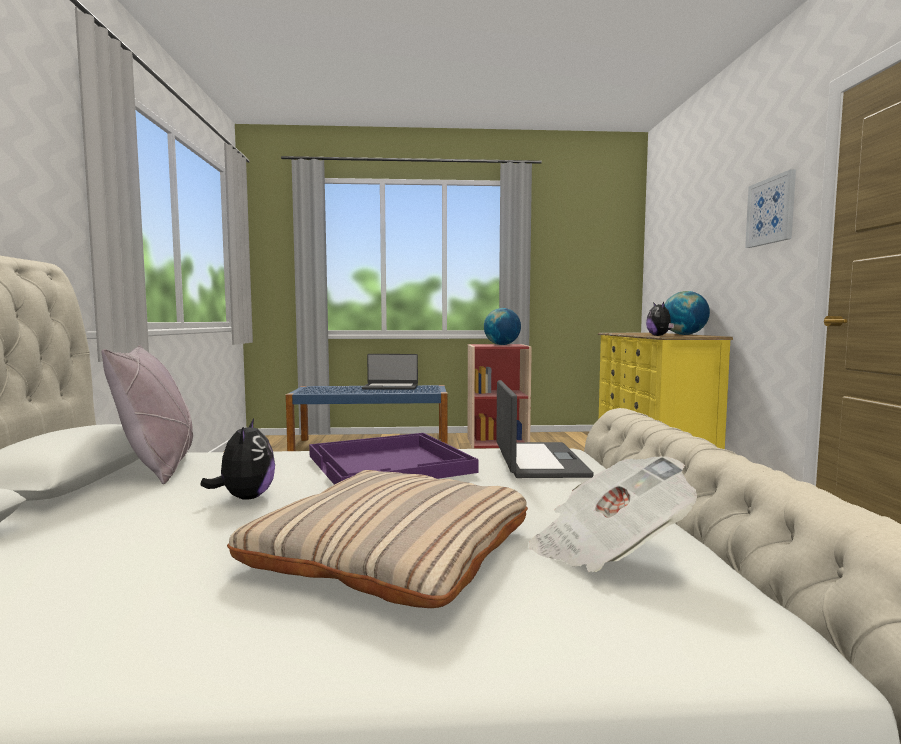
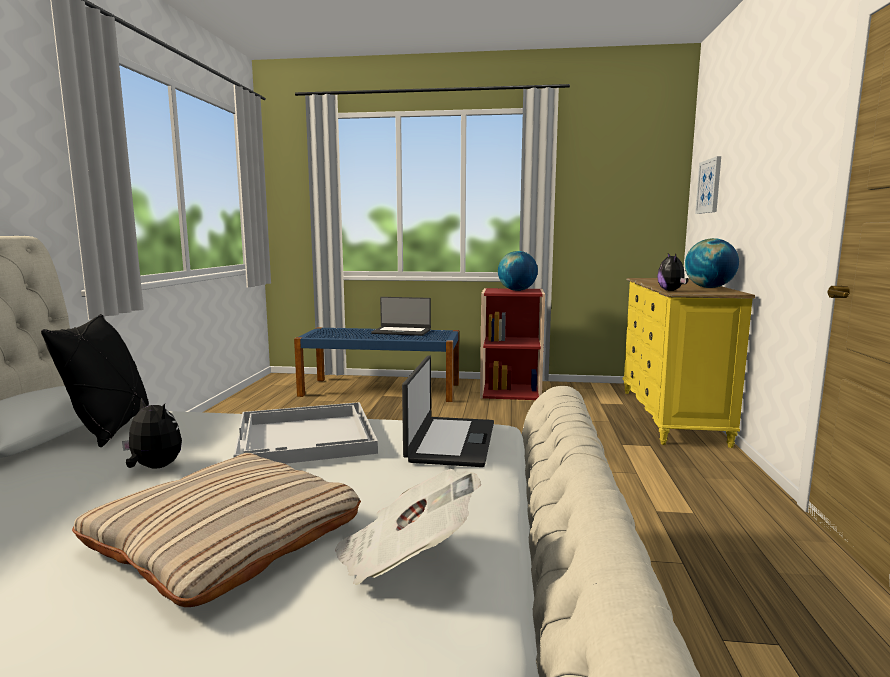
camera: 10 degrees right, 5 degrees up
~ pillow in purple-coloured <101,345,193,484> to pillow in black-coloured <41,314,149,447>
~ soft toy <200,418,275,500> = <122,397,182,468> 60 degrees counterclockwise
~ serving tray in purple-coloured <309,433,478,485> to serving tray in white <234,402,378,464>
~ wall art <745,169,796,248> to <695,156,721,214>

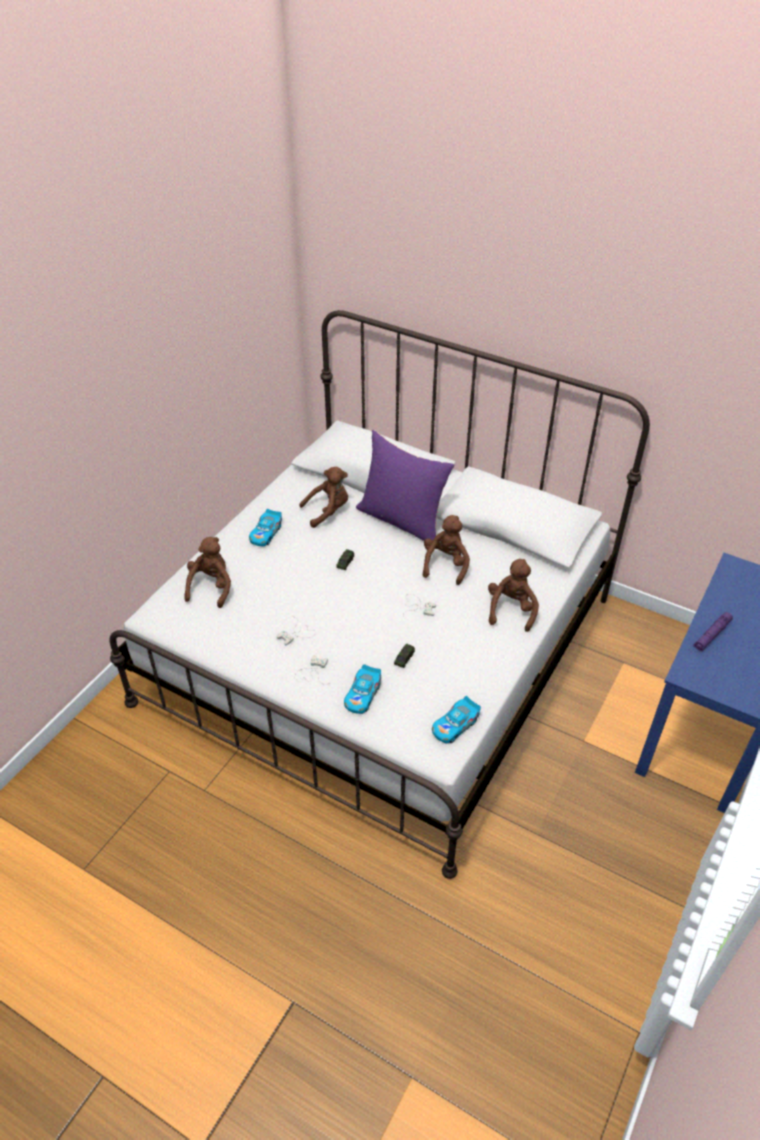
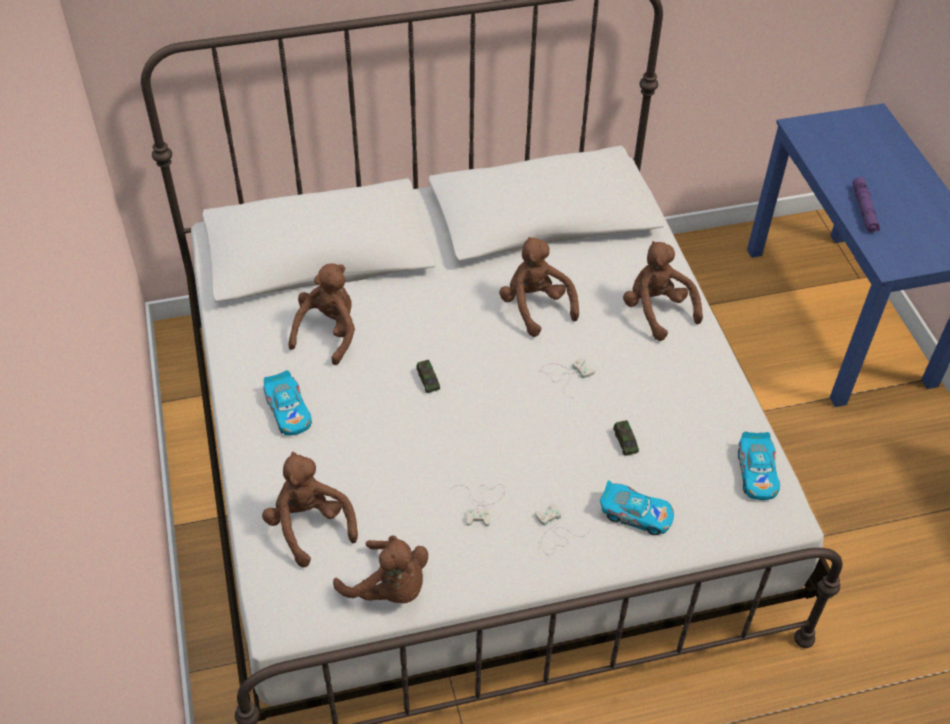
camera: 45 degrees left, 5 degrees up
~ toy car <344,664,381,714> = <600,480,674,535> 45 degrees counterclockwise
- pillow in purple-coloured <356,430,455,541>
+ soft toy in brownish <333,535,428,603>

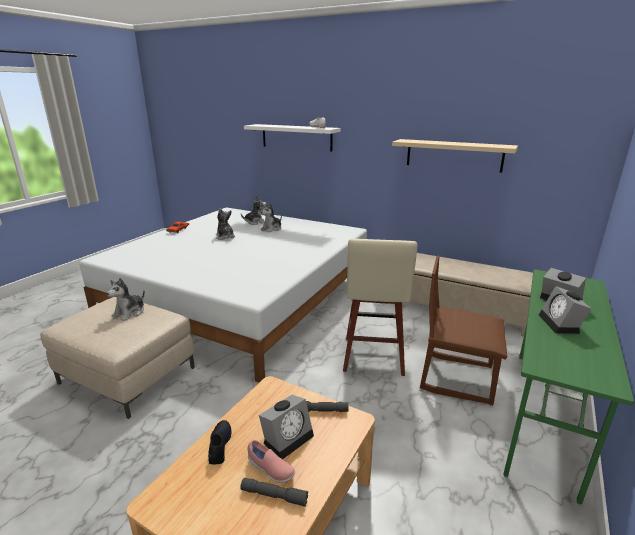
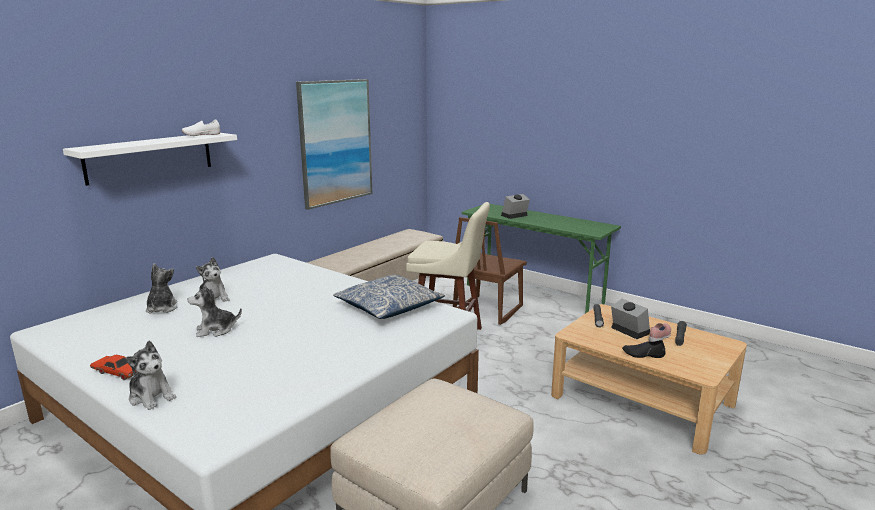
camera: 80 degrees left, 5 degrees down
~ soft toy <107,278,145,321> to <126,341,176,410>
~ bracket shelf in beige-coloured <392,139,518,173> to wall art <296,79,372,210>
- bedside clock <539,286,592,334>
+ pillow <333,275,445,319>

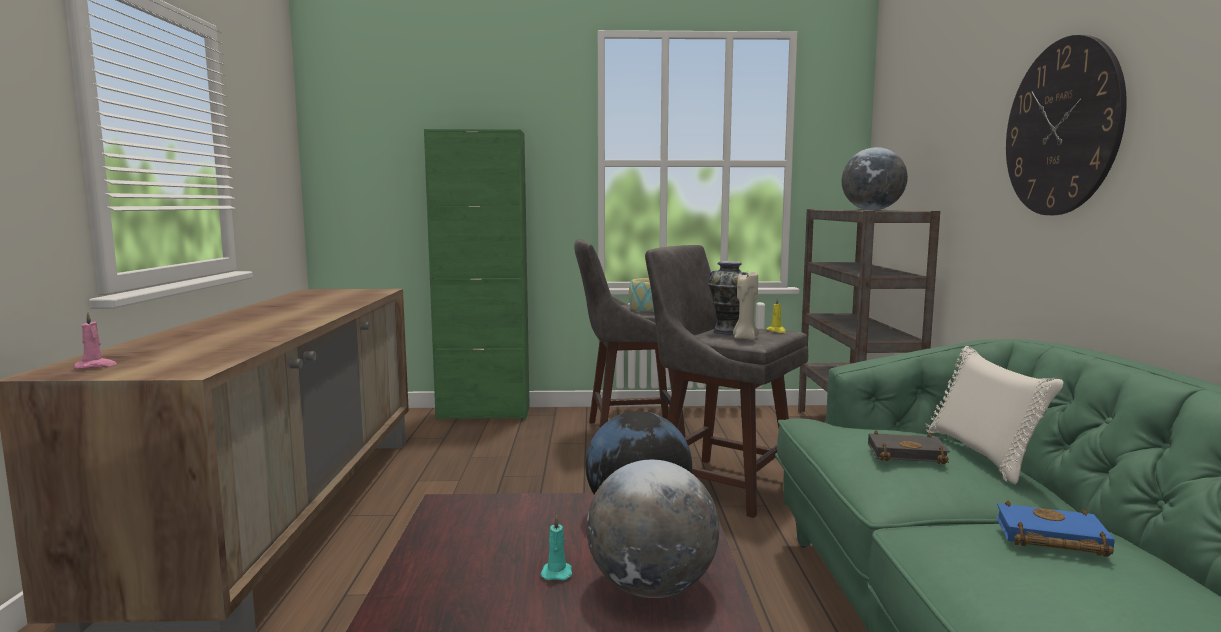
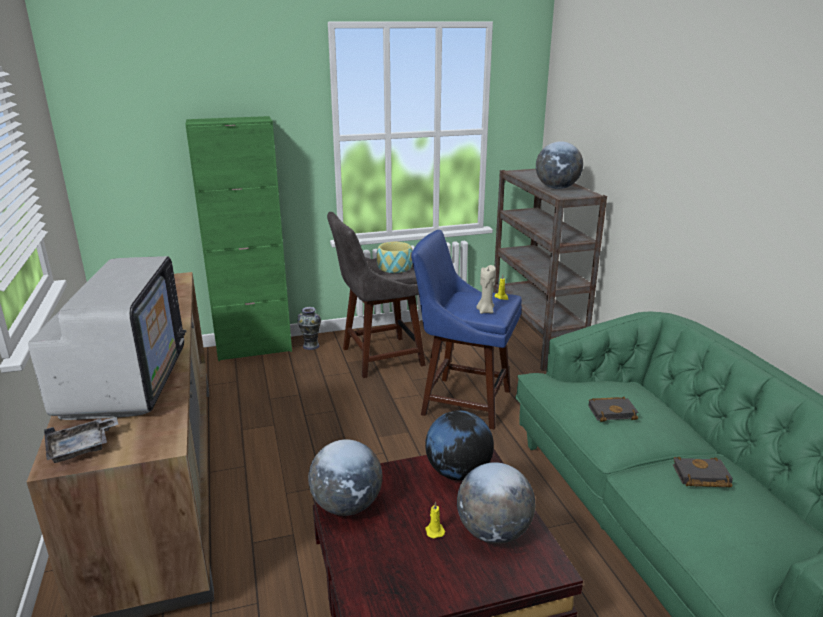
camera: 15 degrees left, 15 degrees up
~ wax light in pink <74,312,117,369> to serving tray in greyish <44,417,119,463>
~ wax light in turquoise-coloured <541,515,572,580> to wax light in yellowish <425,502,445,538>
~ sitting stool in greyish <645,245,808,518> to sitting stool in blue-coloured <411,230,522,429>
~ vase <708,261,747,334> to <297,307,321,350>
- pillow in white <925,346,1064,484>
~ book in blue-coloured <996,500,1115,557> to book in black-coloured <672,456,733,487>
- clock on the wall <1006,35,1127,215>
+ TV set <28,256,186,420>
+ globe <308,439,382,516>

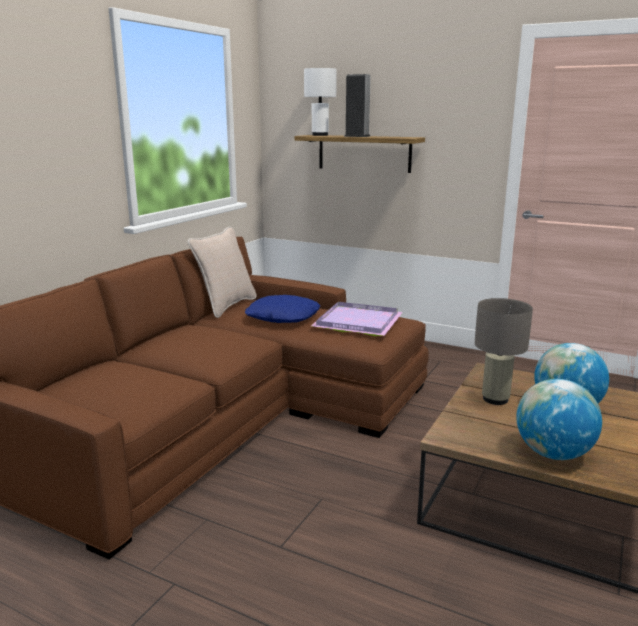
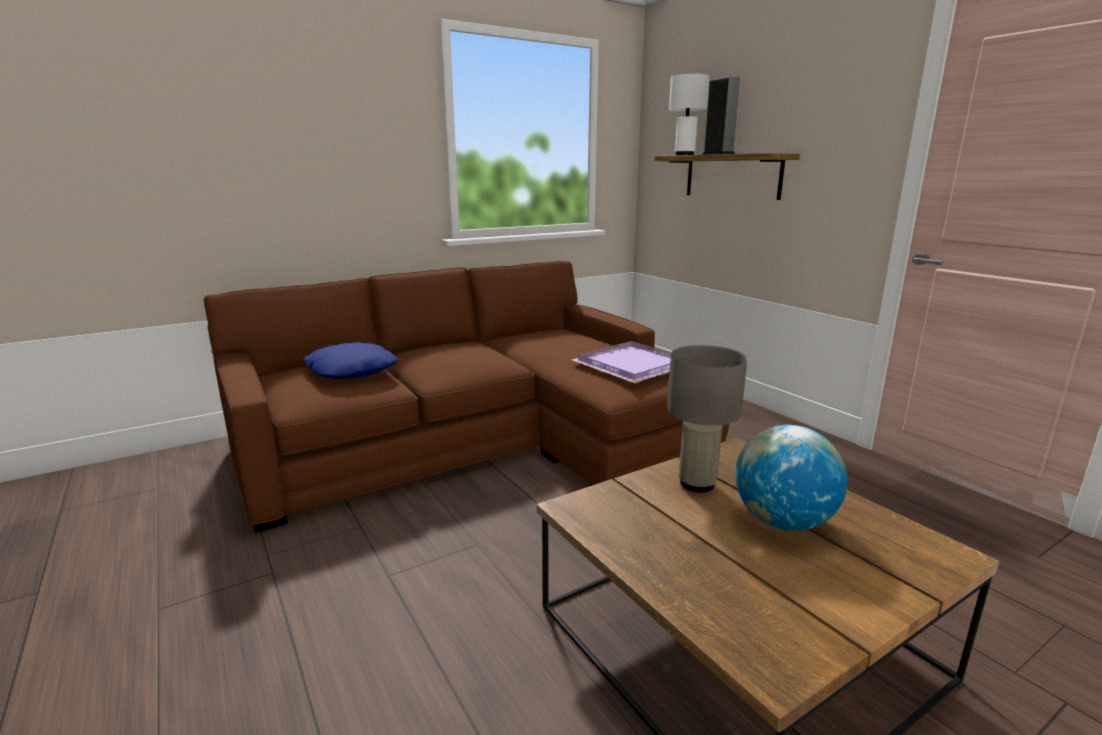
camera: 30 degrees right, 0 degrees up
- pillow in beige-coloured <188,226,257,318>
~ pillow in blue-coloured <245,295,320,323> to <303,342,398,379>
- globe <516,379,602,460>

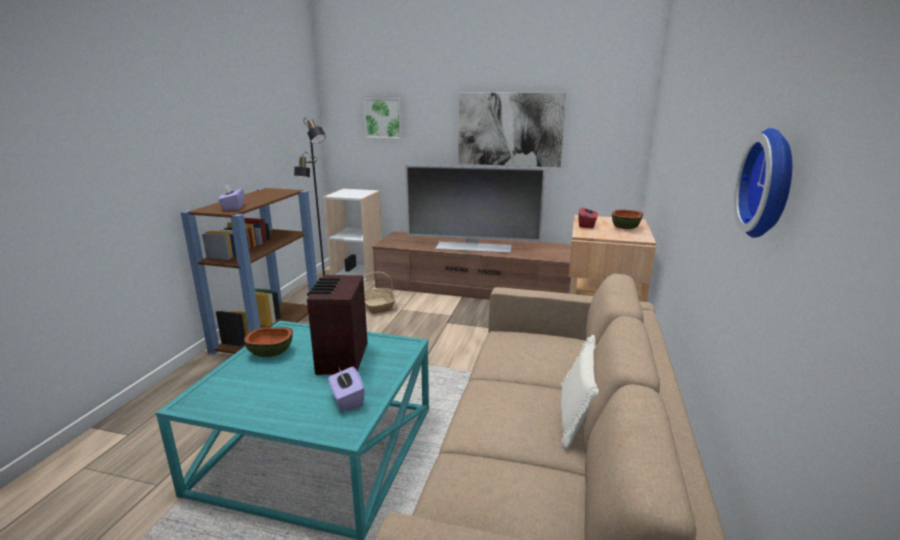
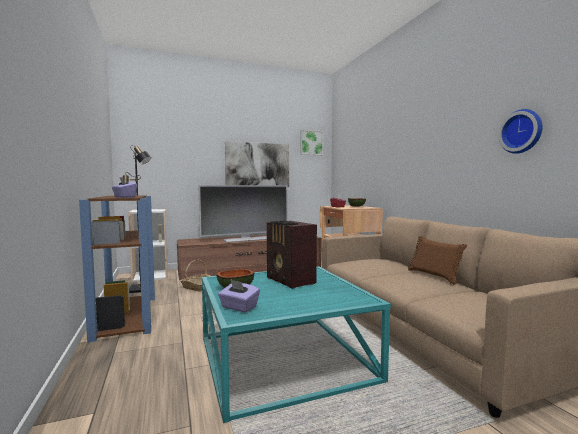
camera: 35 degrees left, 15 degrees down
~ tissue holder in purple-coloured <328,367,365,411> to <218,279,260,313>
~ wall art <364,98,402,139> to <300,130,323,155>
~ pillow in white <561,335,599,449> to pillow in brownish <408,236,467,285>

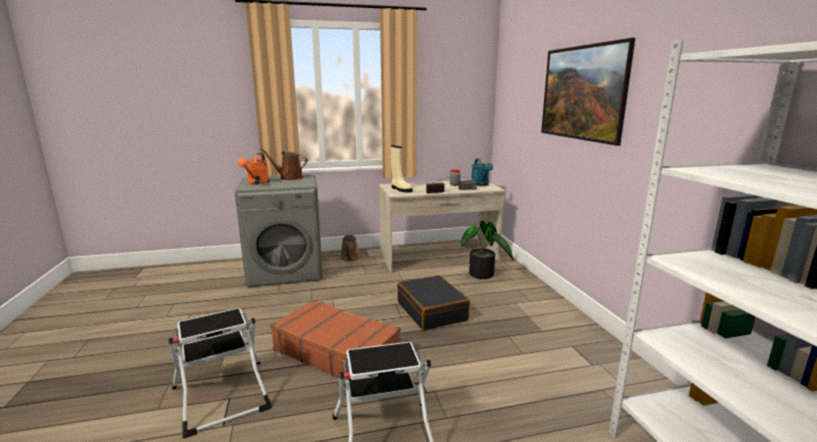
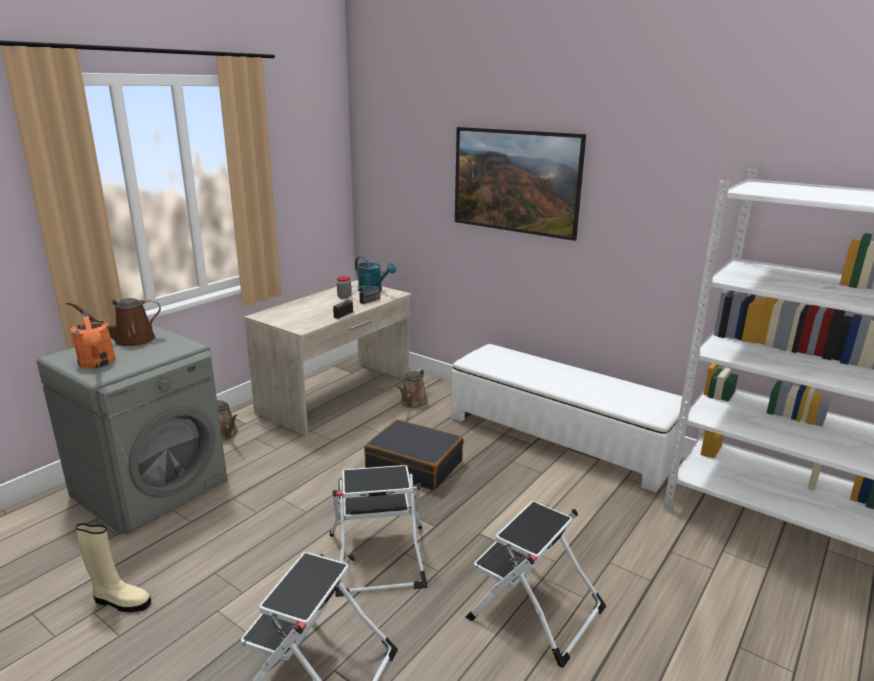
camera: 40 degrees left, 5 degrees up
~ suitcase in brownish <270,300,400,380> to step stool <330,465,428,597>
~ boot in beige-coloured <391,145,413,193> to <76,523,151,612>
~ potted plant <461,221,513,279> to watering pot in brownish <396,369,428,408>
+ bench in white <451,344,688,492>

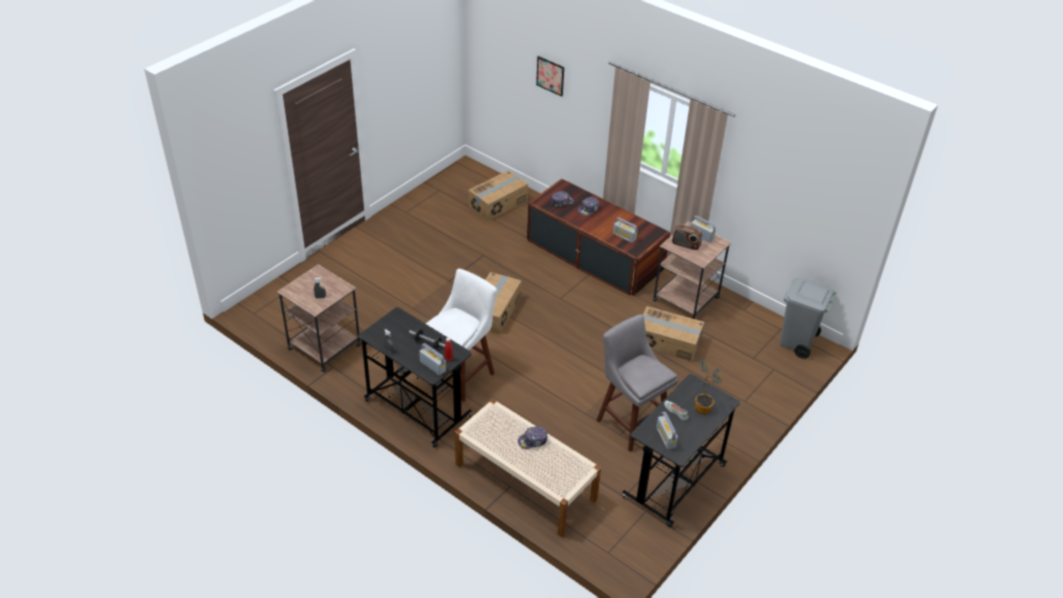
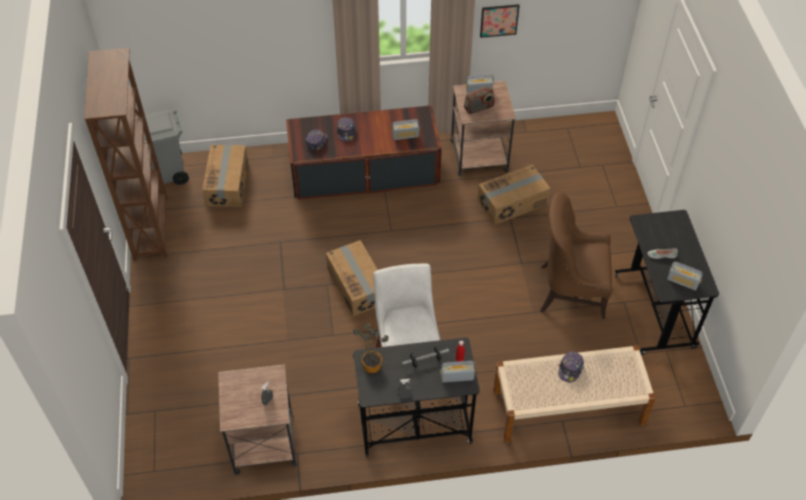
camera: 45 degrees left, 10 degrees up
~ wall art <536,56,564,97> to <480,4,520,38>
~ sitting stool in greyish <596,314,678,452> to upright chair in brownish <540,192,612,319>
~ potted plant <695,359,722,414> to <353,323,389,373>
~ trash can in greyish <780,278,837,359> to <144,109,189,185>
+ bookcase in brownish <84,48,168,261>

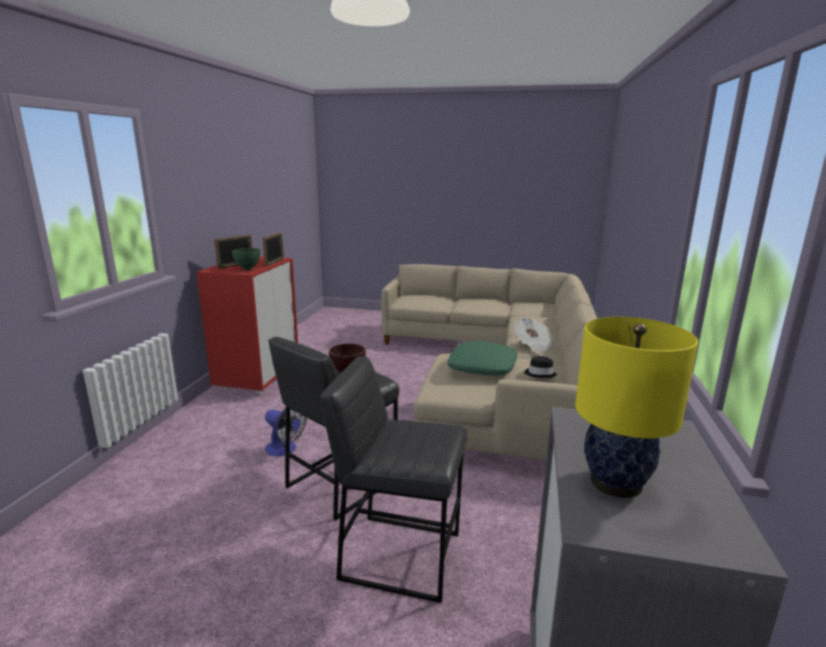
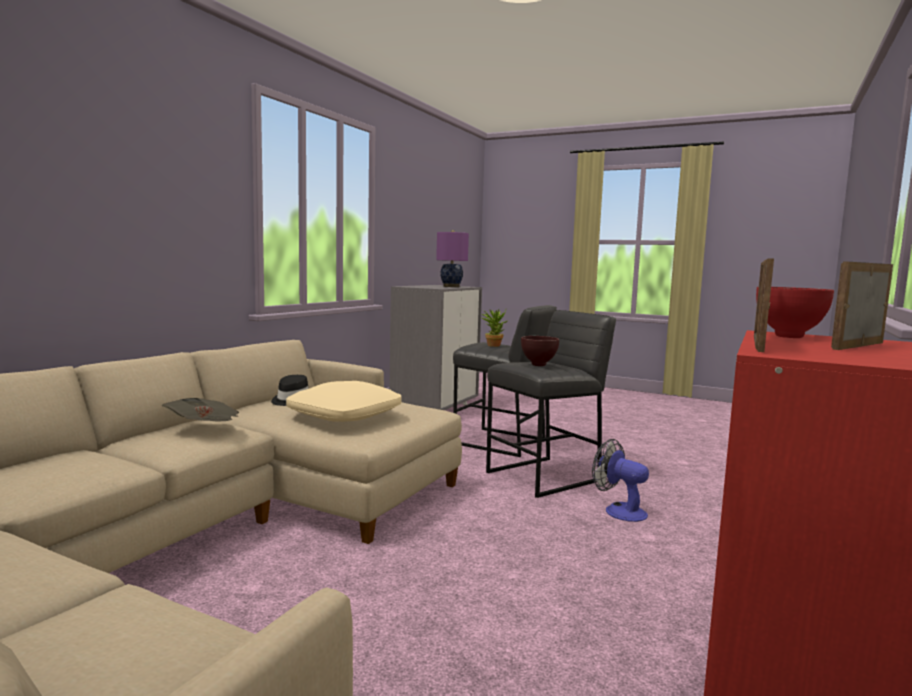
camera: 165 degrees left, 10 degrees down
~ deep dish in green-coloured <232,248,260,270> to deep dish in red-coloured <756,287,834,338>
~ pillow in green-coloured <448,341,517,376> to pillow in beige-coloured <286,381,402,422>
~ tabletop lamp in yellowish <575,317,698,498> to tabletop lamp in purple-coloured <436,230,469,287>
+ potted plant <482,309,508,347>

